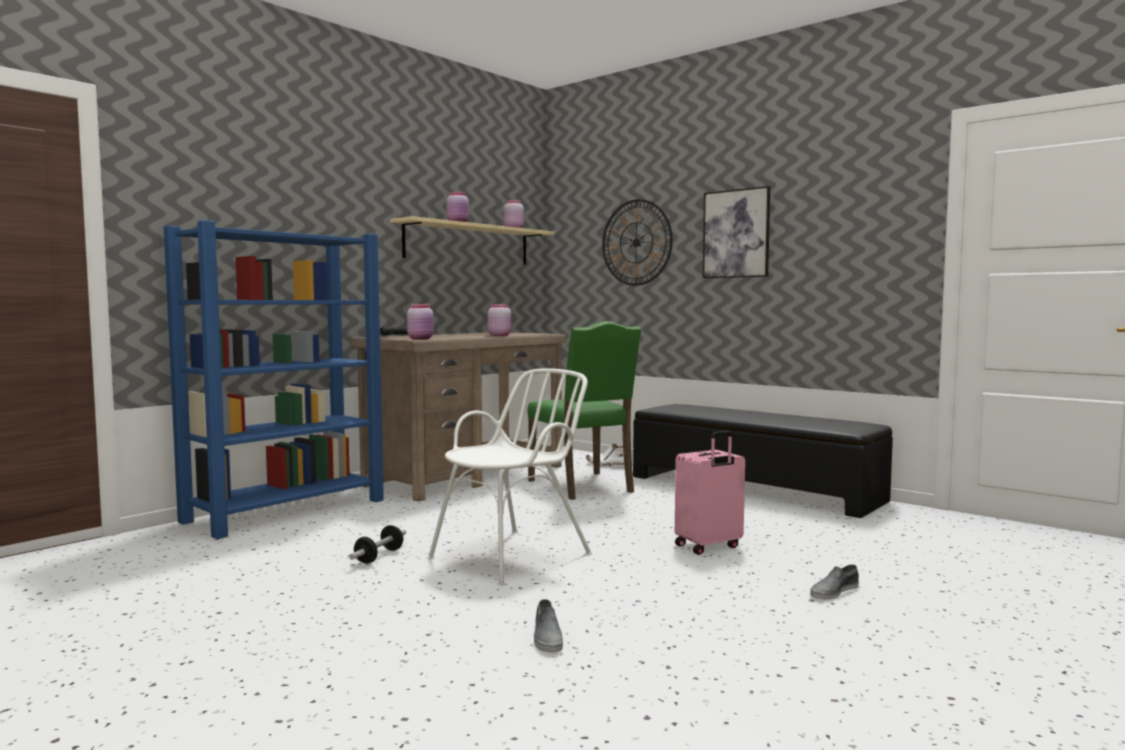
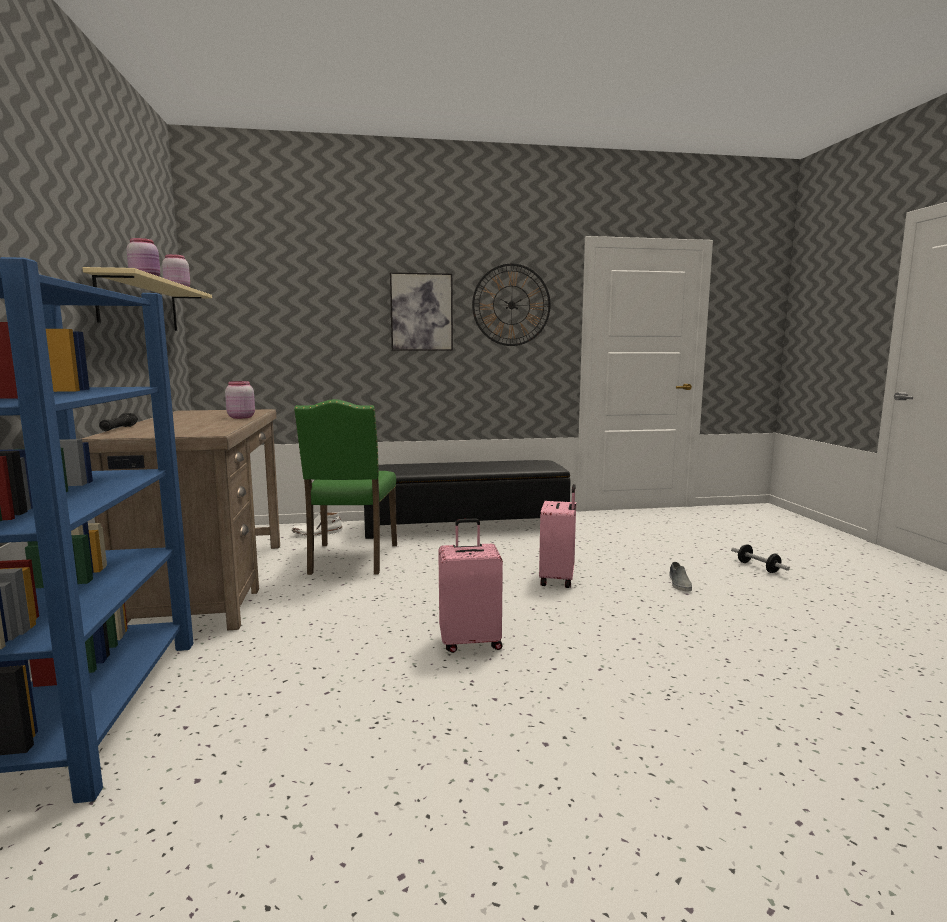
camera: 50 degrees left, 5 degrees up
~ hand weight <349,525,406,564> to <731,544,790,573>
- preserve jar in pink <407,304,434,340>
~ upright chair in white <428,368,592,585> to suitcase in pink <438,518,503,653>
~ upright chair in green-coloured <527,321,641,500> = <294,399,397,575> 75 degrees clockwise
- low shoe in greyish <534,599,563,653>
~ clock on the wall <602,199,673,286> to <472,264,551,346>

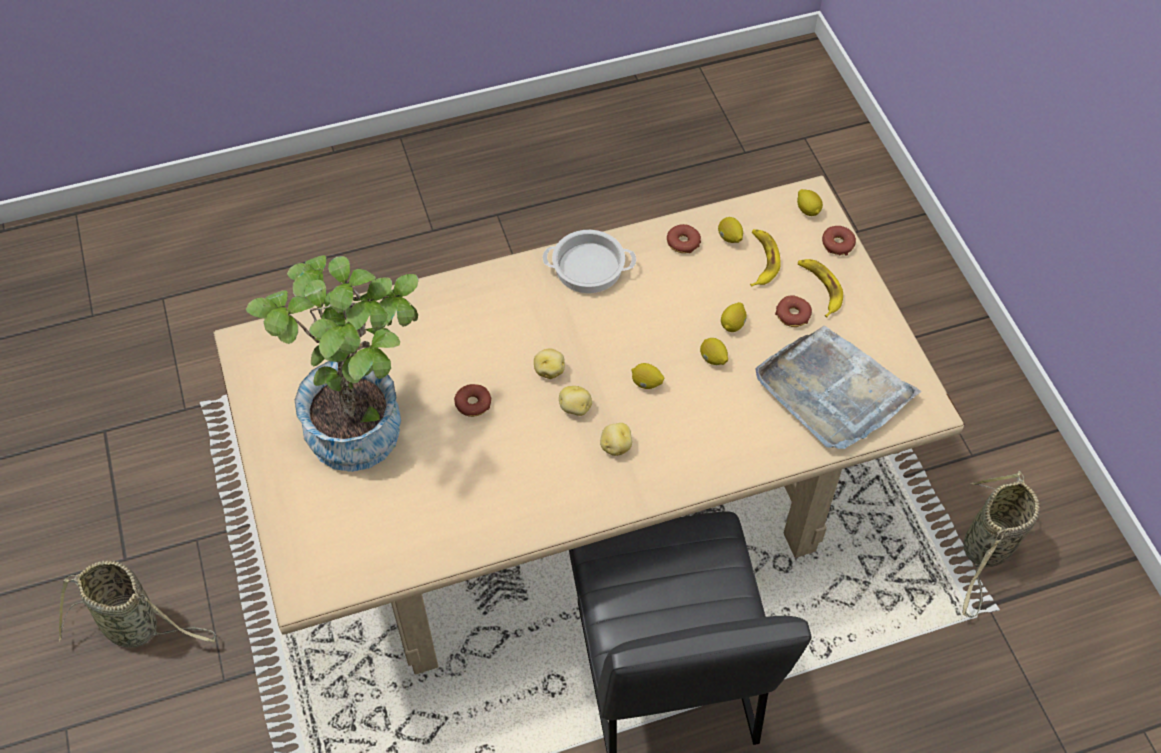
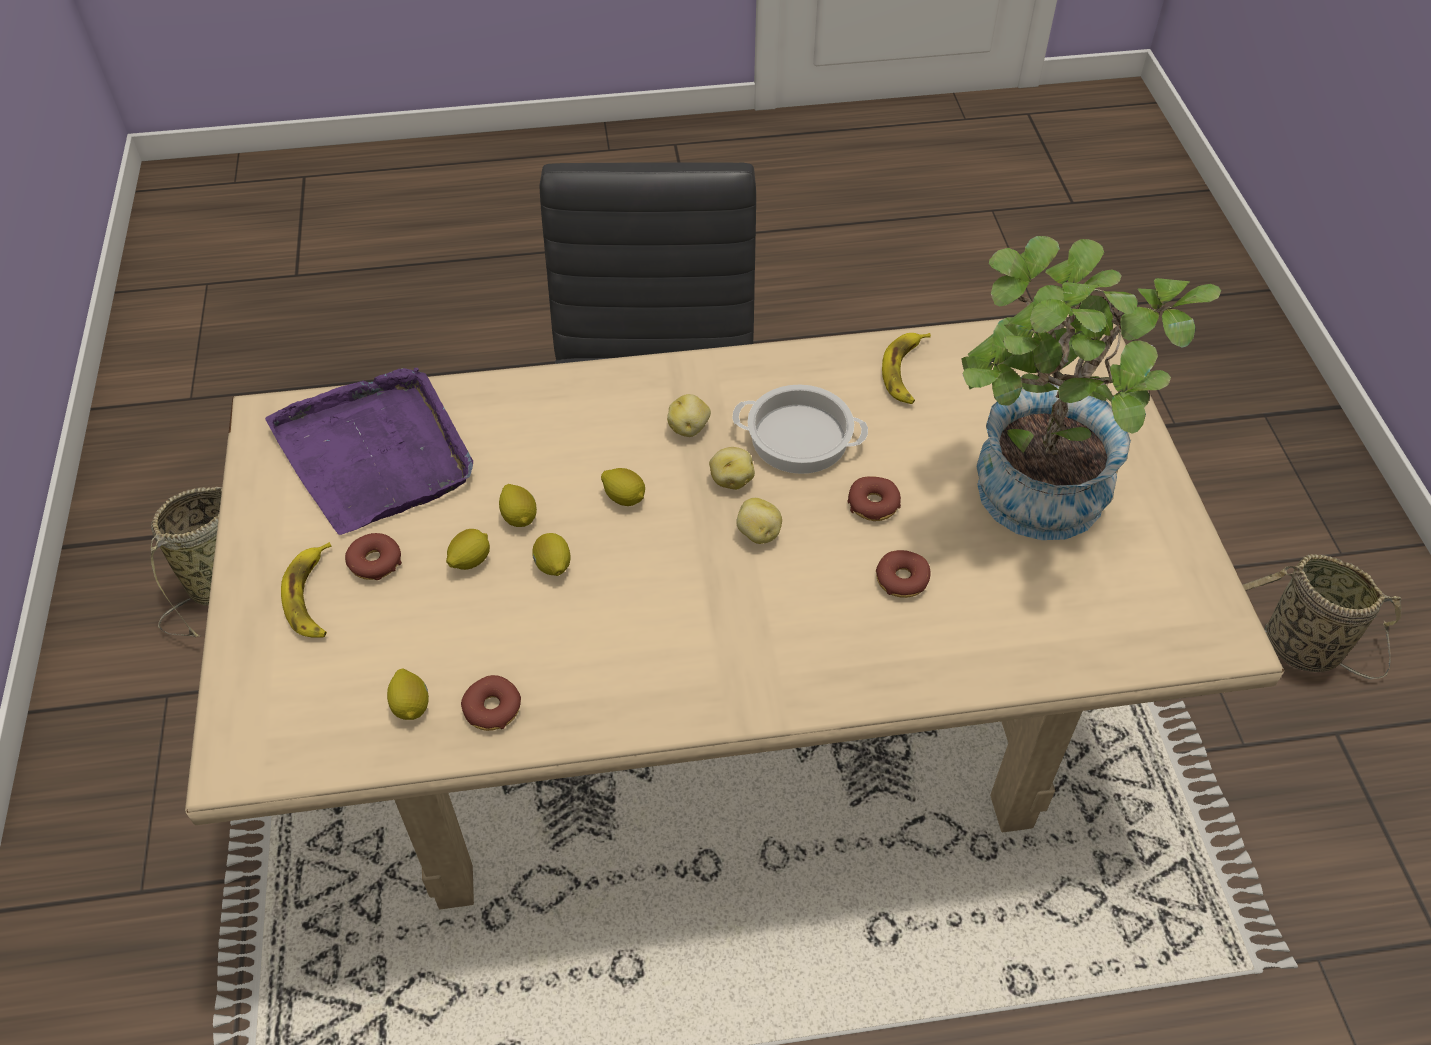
camera: 170 degrees left, 5 degrees down
~ cooking pot <543,230,636,293> to <732,385,868,474>
~ banana <750,229,781,287> to <882,333,931,404>
~ serving tray in greyish <755,326,921,449> to serving tray in purple-coloured <265,368,473,535>
~ whole lemon <797,189,823,216> to <532,533,571,576>
~ doughnut <822,226,856,256> to <876,550,931,598>

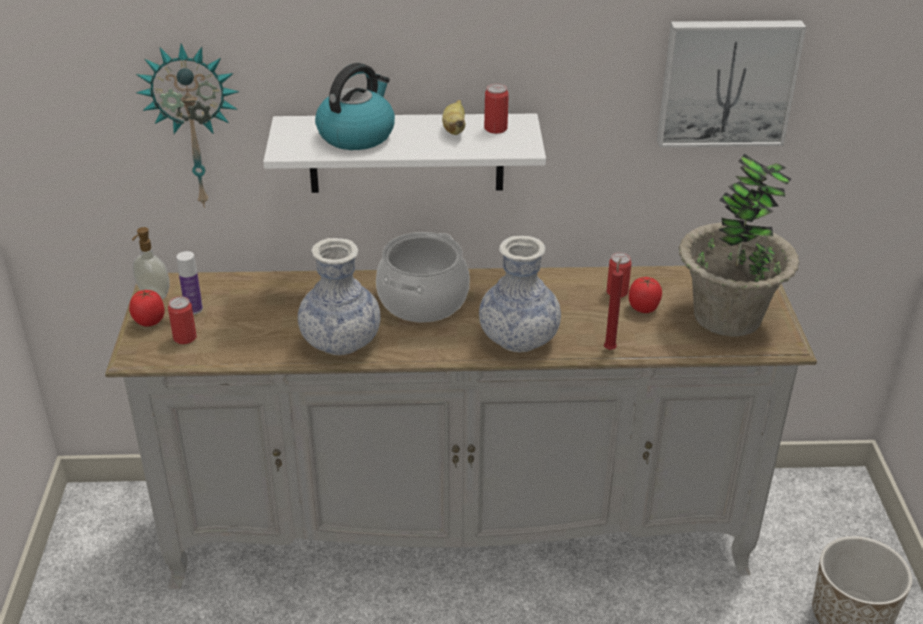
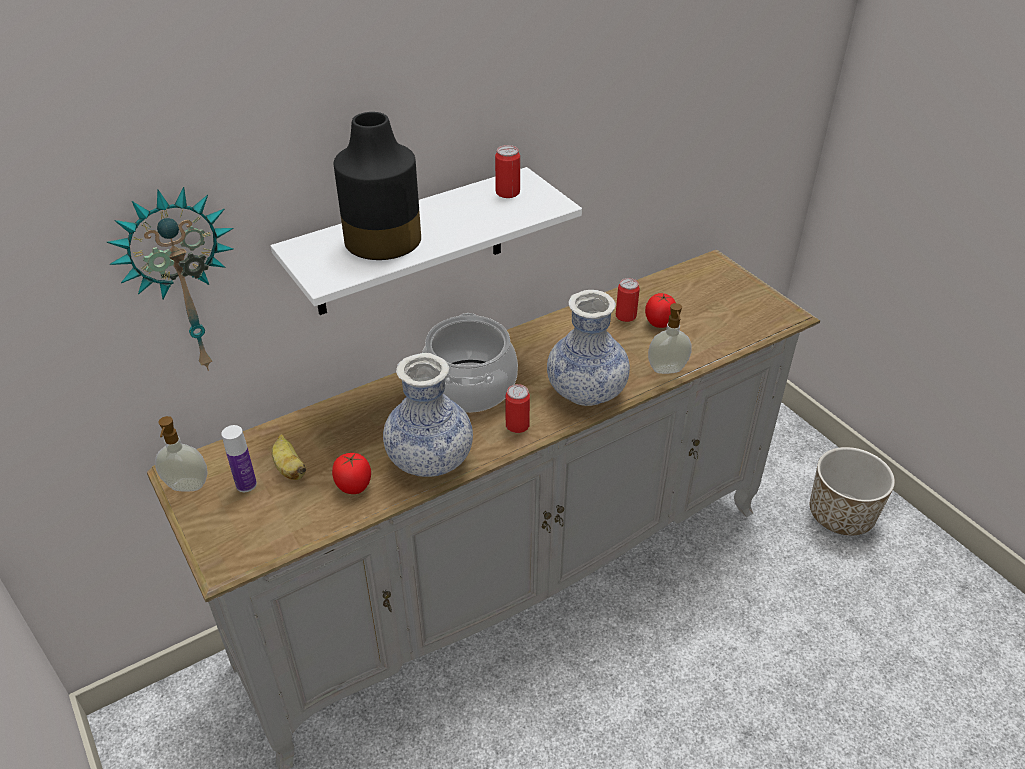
camera: 30 degrees left, 5 degrees up
~ whole tomato <129,290,165,327> to <332,453,371,494>
~ metal can <168,296,197,344> to <506,384,530,433>
~ tea kettle <315,63,395,150> to vase in black-coloured <334,112,421,260>
~ banana <442,100,466,135> to <272,434,306,480>
~ wax light in red-coloured <604,258,623,350> to soap bottle <648,303,692,374>
- wall art <657,21,806,147>
- potted plant <679,154,799,336>

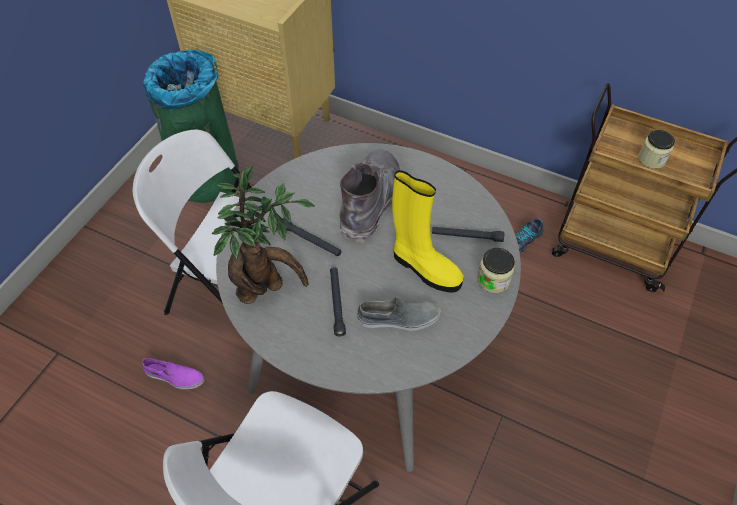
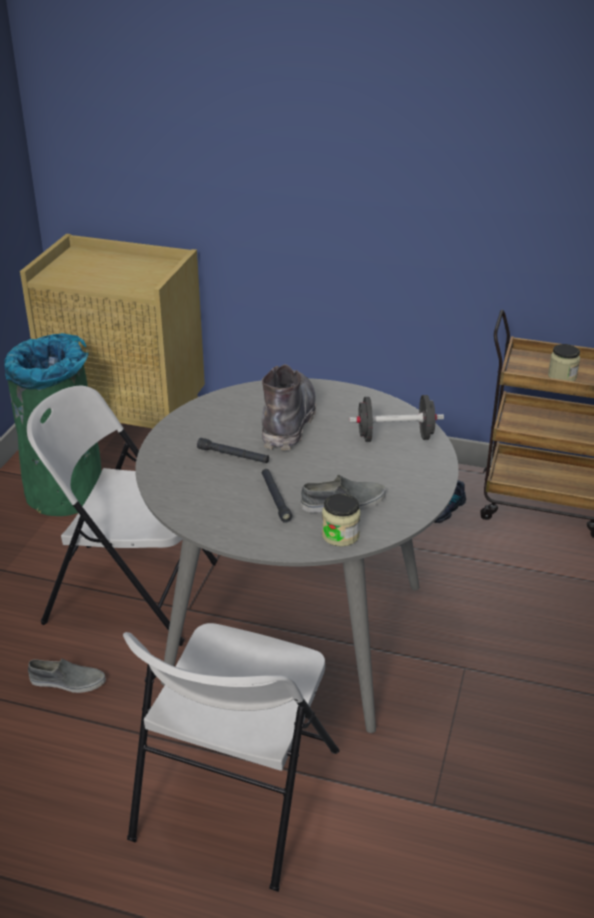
camera: 10 degrees left, 20 degrees down
~ low shoe in purple-coloured <143,358,204,389> to low shoe in greyish <28,658,106,693>
- potted plant <212,166,315,304>
- boot in yellowish <392,170,464,293>
~ torch in black-coloured <432,227,504,242> to hand weight in black-coloured <349,395,444,442>
~ preserve jar <477,248,515,293> to <322,494,361,547>

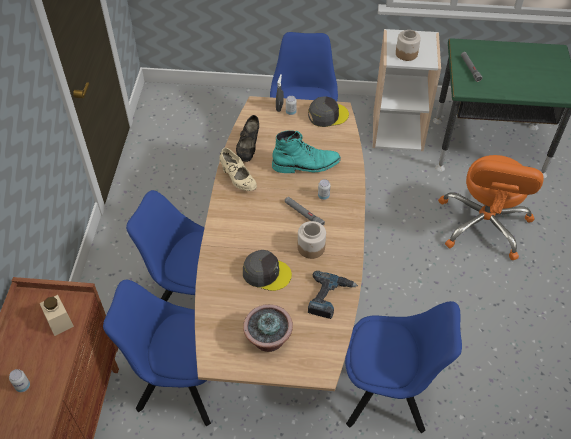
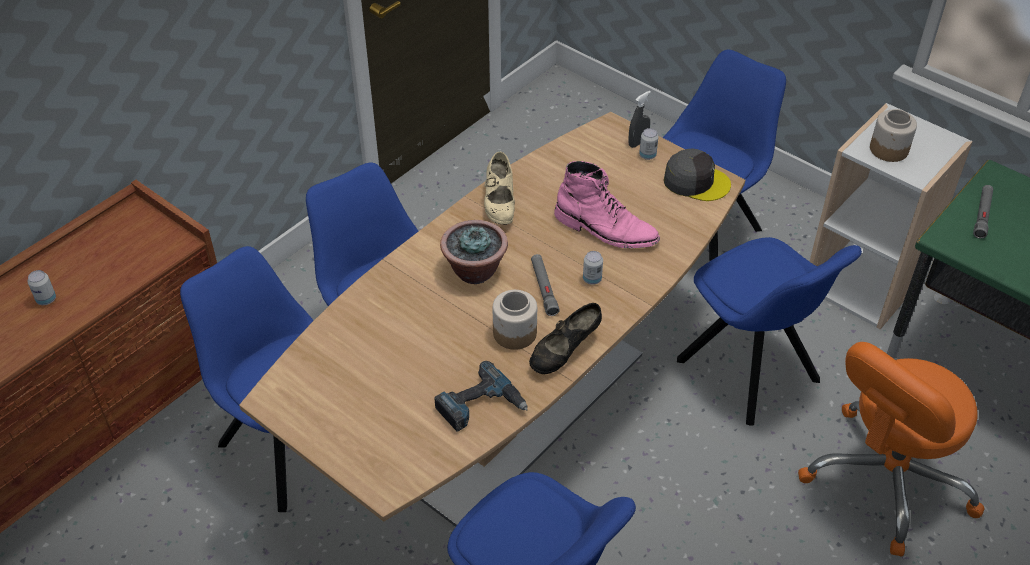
camera: 35 degrees right, 5 degrees down
- preserve jar in beige-coloured <40,295,74,336>
~ low shoe in black-coloured <236,115,259,162> to <529,303,602,374>
- cap in greyish <243,250,292,291>
~ potted plant <243,304,293,352> to <440,220,508,284>
~ boot in turquoise-coloured <272,130,341,173> to boot in pink <554,161,660,248>
+ upright chair in blue-coloured <677,237,862,426>

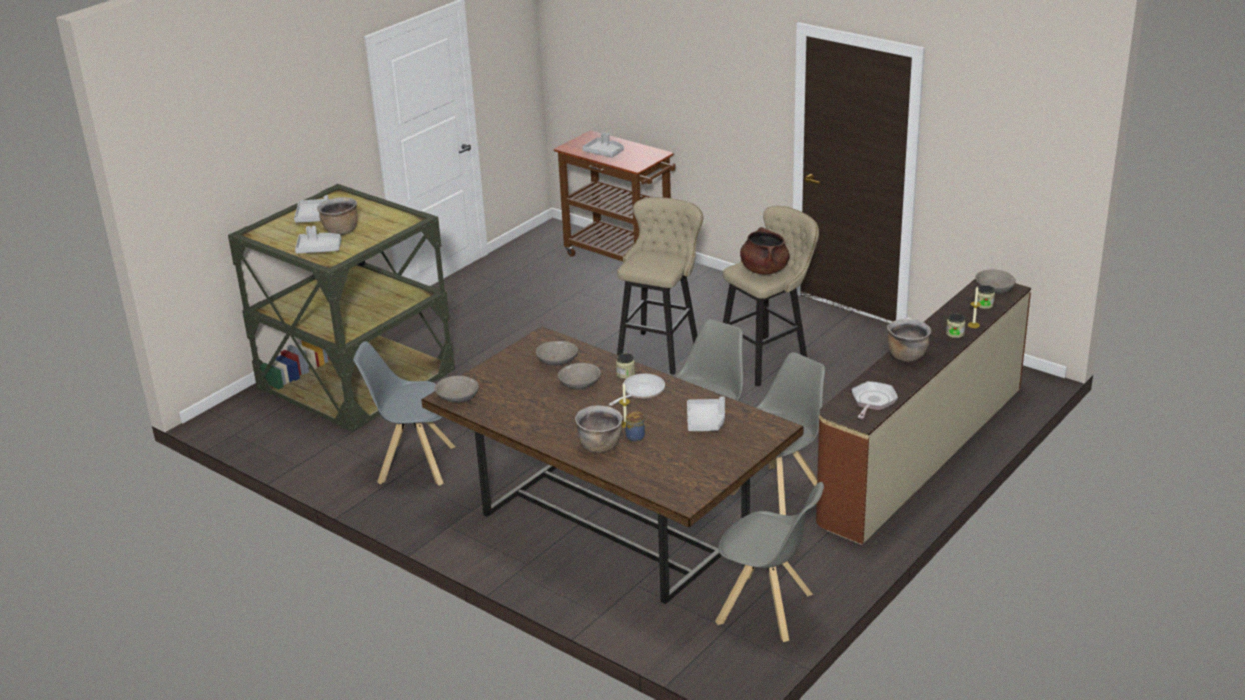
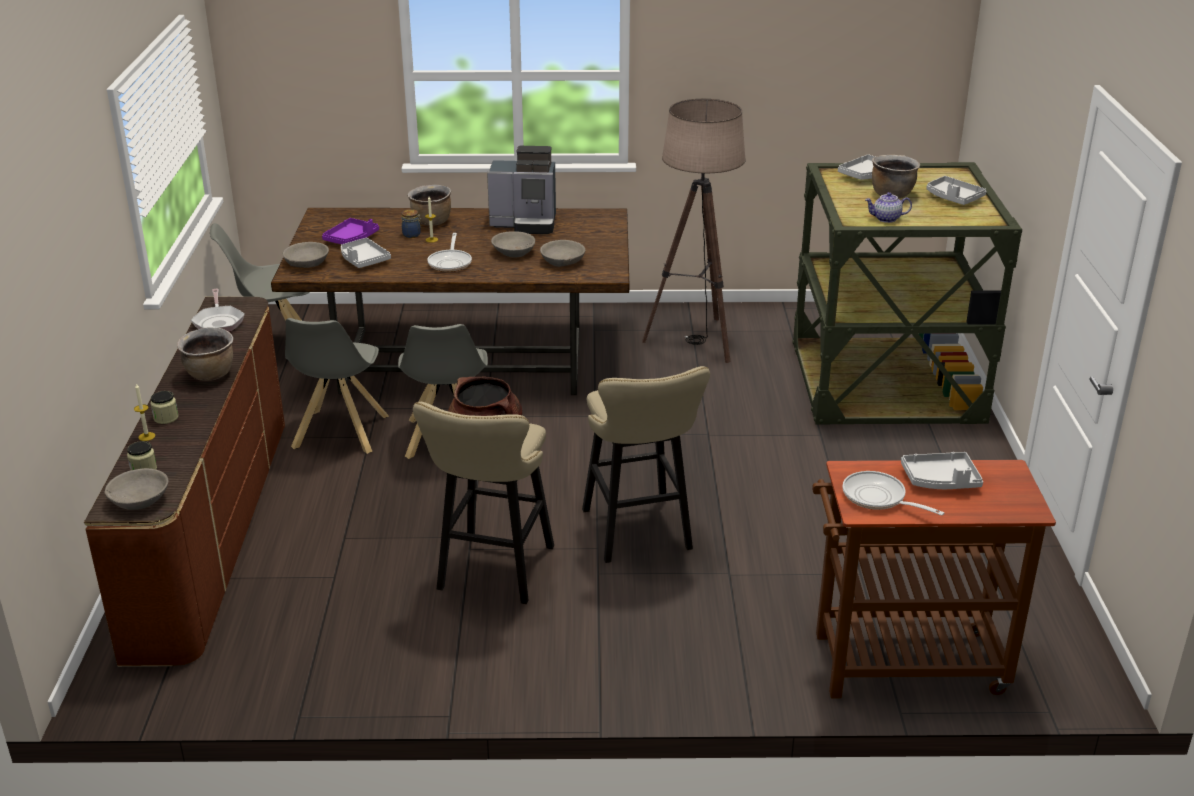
camera: 140 degrees right, 0 degrees up
~ upright chair in greyish <353,341,455,486> to floor lamp <642,99,746,363>
~ deep dish in greyish <435,376,479,403> to <283,242,329,268>
- preserve jar <616,353,635,379>
+ serving tray in purple-coloured <322,218,379,244>
+ coffee brewer <487,146,556,234>
+ pan <842,471,945,516>
+ teapot <865,192,912,223>

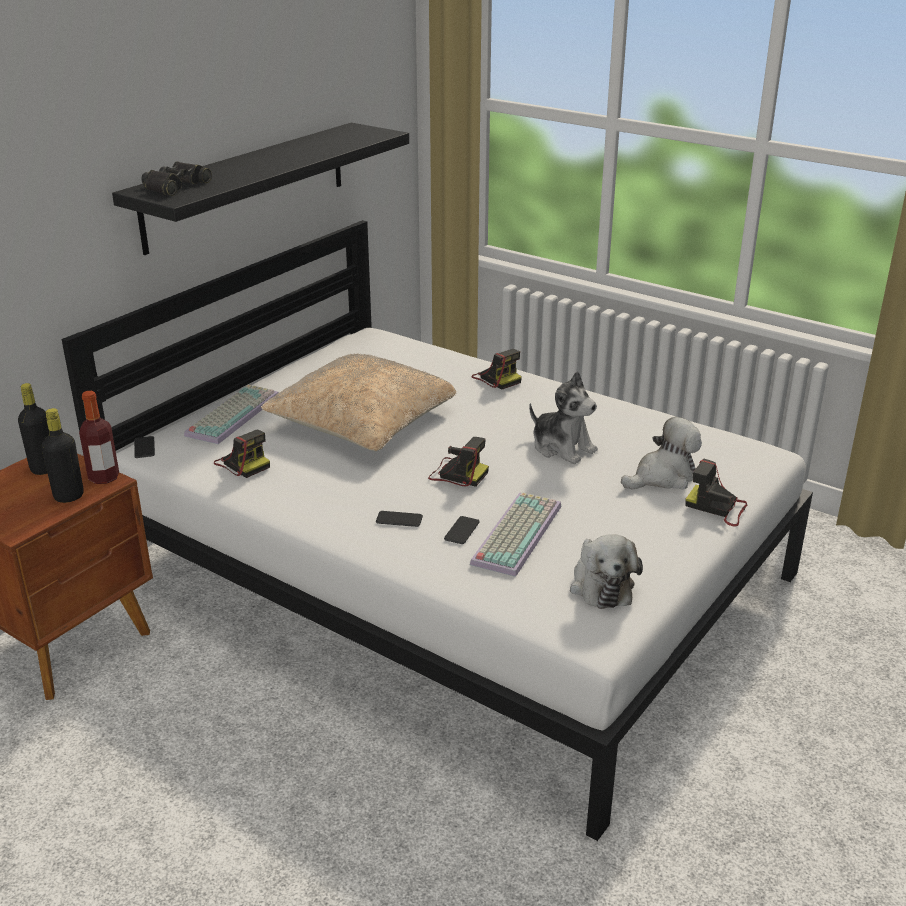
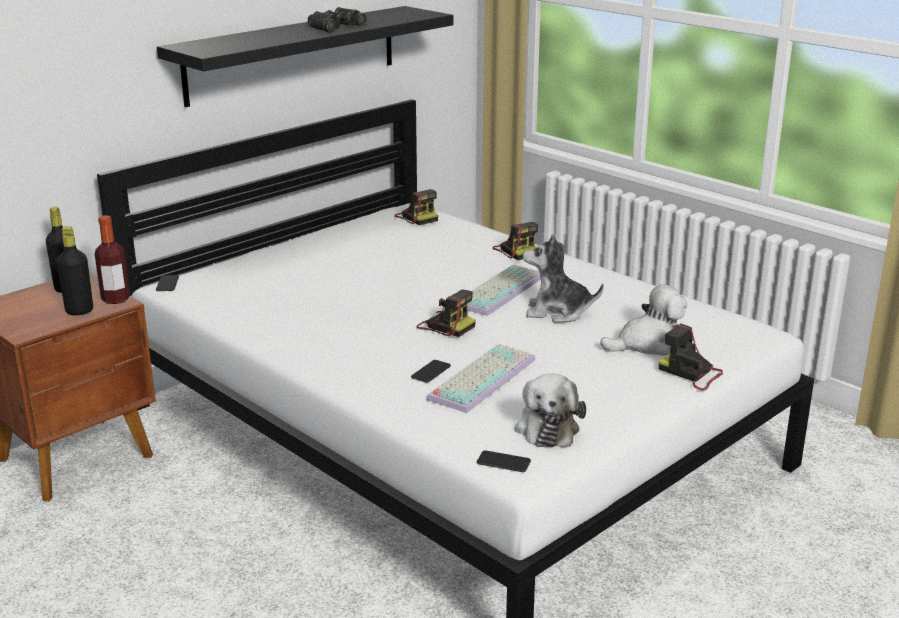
camera: 10 degrees right, 5 degrees down
~ pair of binoculars in black-coloured <141,161,212,196> to <308,7,367,33>
~ PC keyboard <184,385,279,444> to <467,264,541,316>
~ still camera <214,430,270,478> to <395,189,438,225>
- pillow in beige-coloured <262,354,457,451>
~ telephone <376,511,423,527> to <477,450,531,472>
~ soft toy <529,371,598,464> = <523,234,604,323> 135 degrees clockwise

